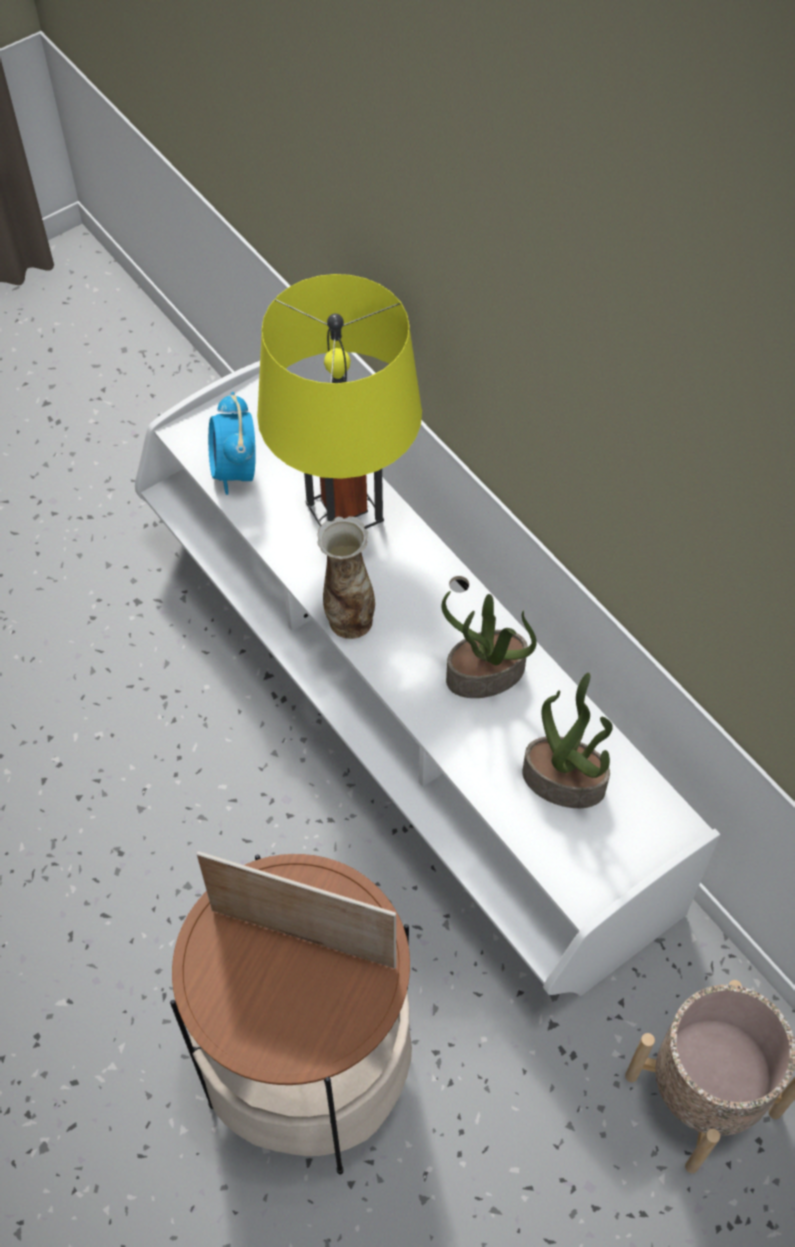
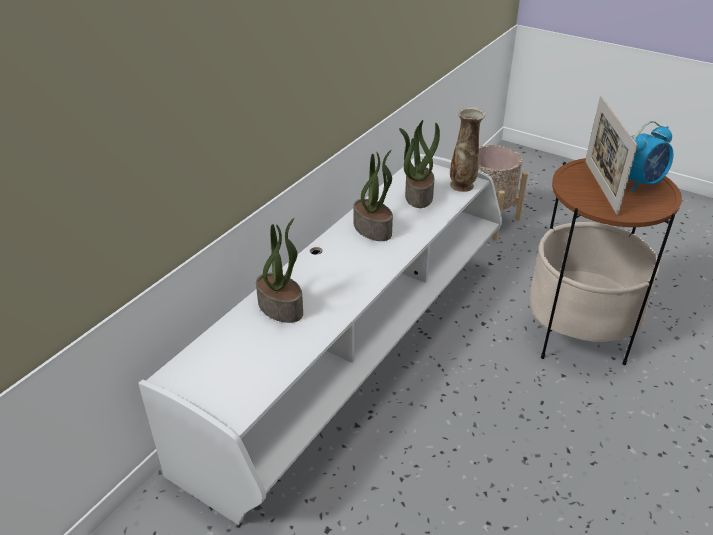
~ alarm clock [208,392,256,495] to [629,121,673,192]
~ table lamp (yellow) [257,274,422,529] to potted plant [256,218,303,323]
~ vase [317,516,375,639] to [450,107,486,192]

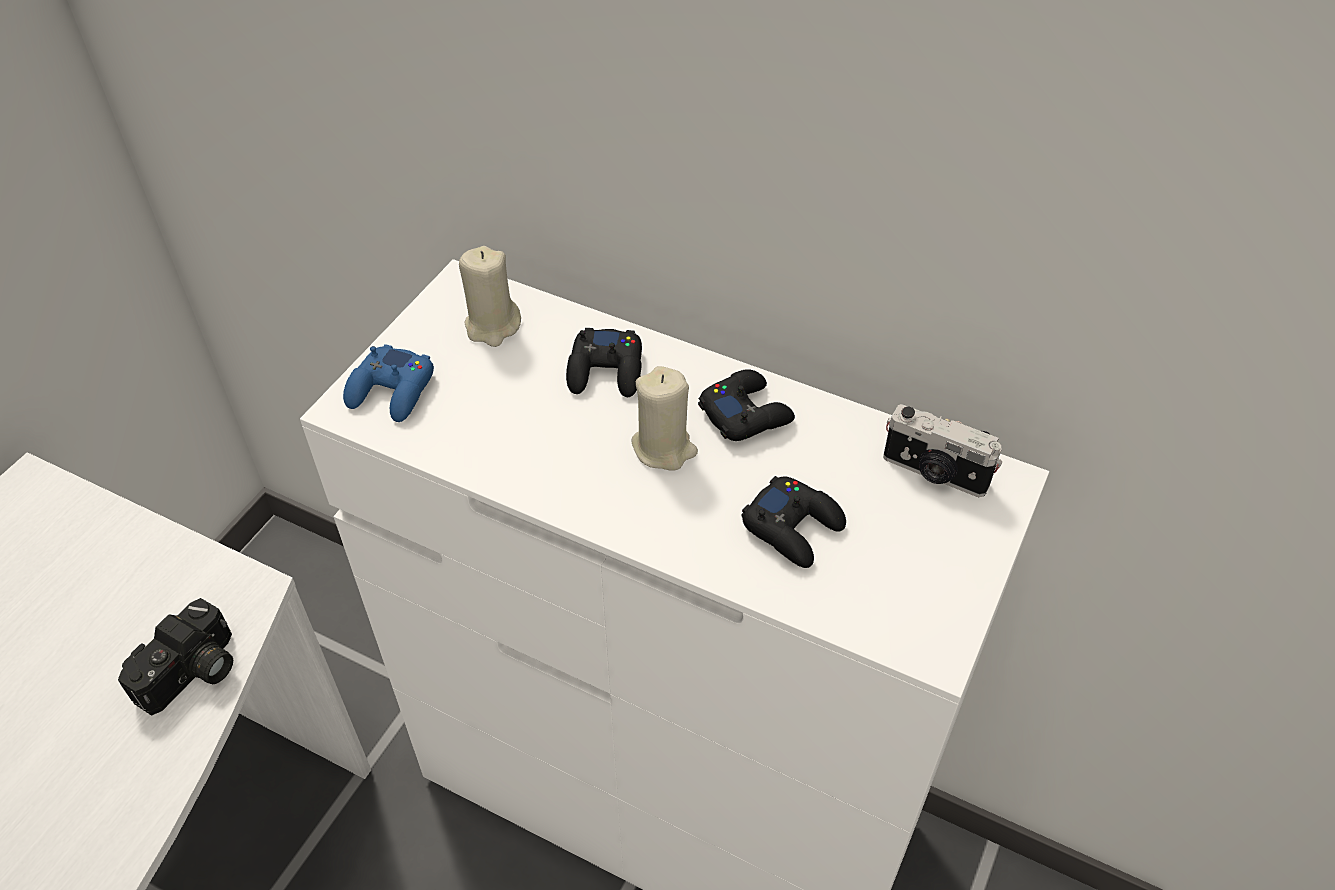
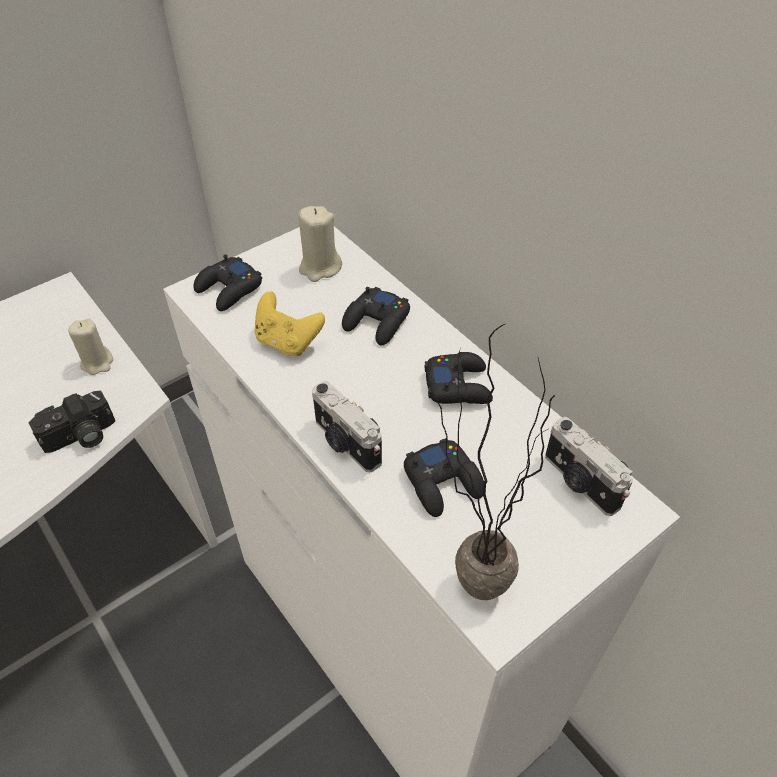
~ game controller (blue) [343,344,434,422] to game controller (black) [193,254,262,311]
~ candle (beige) [632,366,698,471] to [68,318,113,375]
+ game controller (yellow) [255,291,325,356]
+ photo camera [312,381,382,472]
+ potted plant [427,324,555,600]

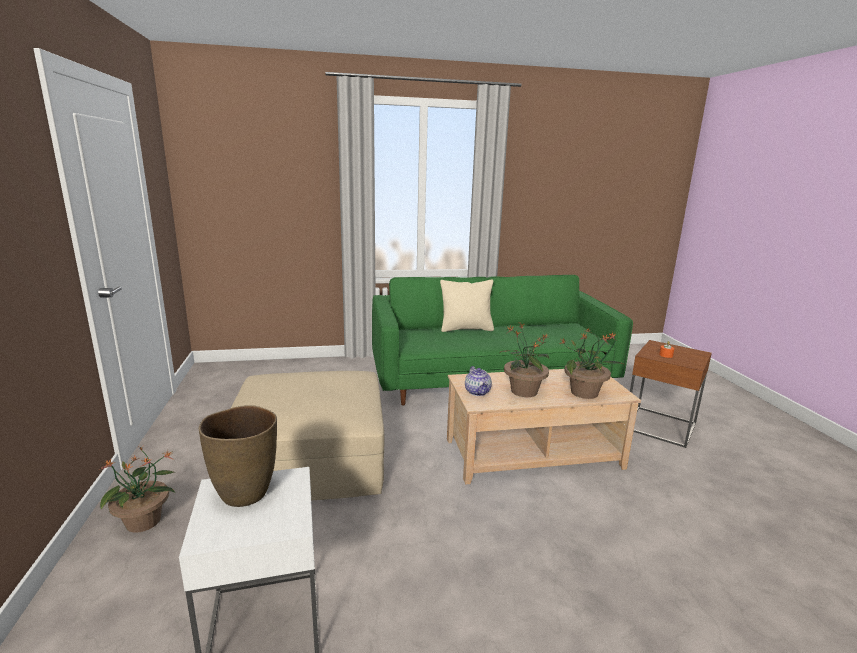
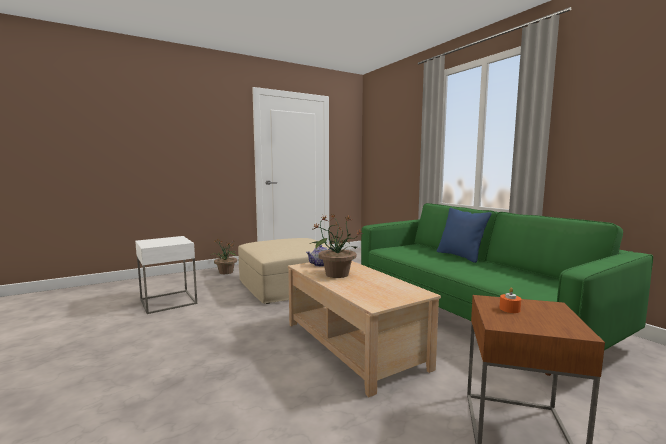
- vase (brown) [199,405,277,507]
~ pillow (beige) [440,279,494,332] to pillow (blue) [437,208,491,263]
- potted plant [559,329,624,399]

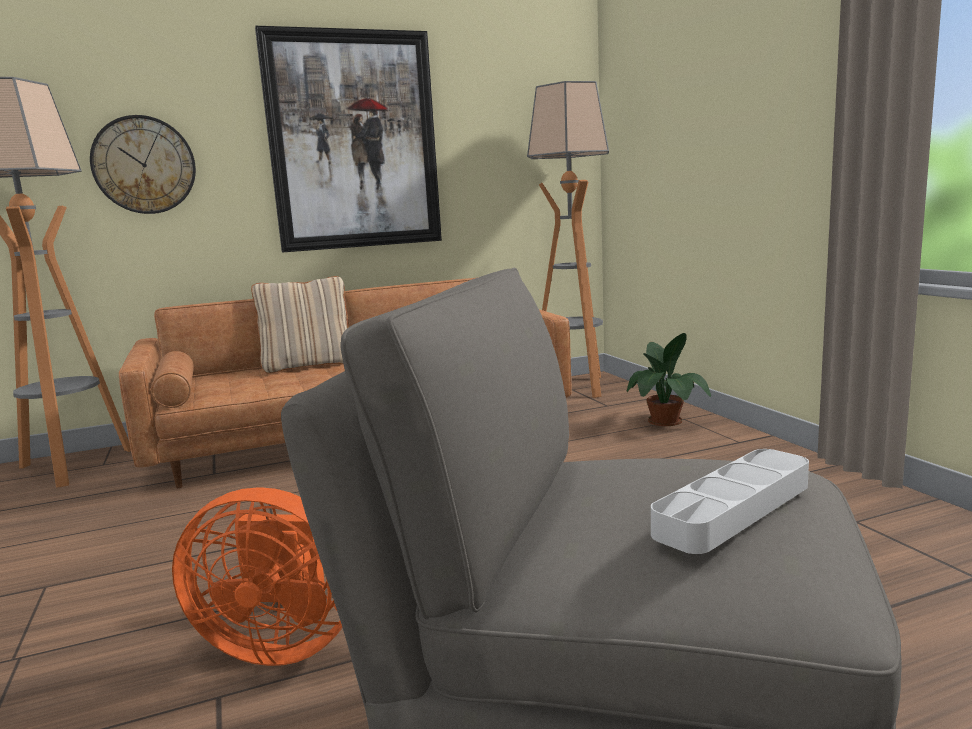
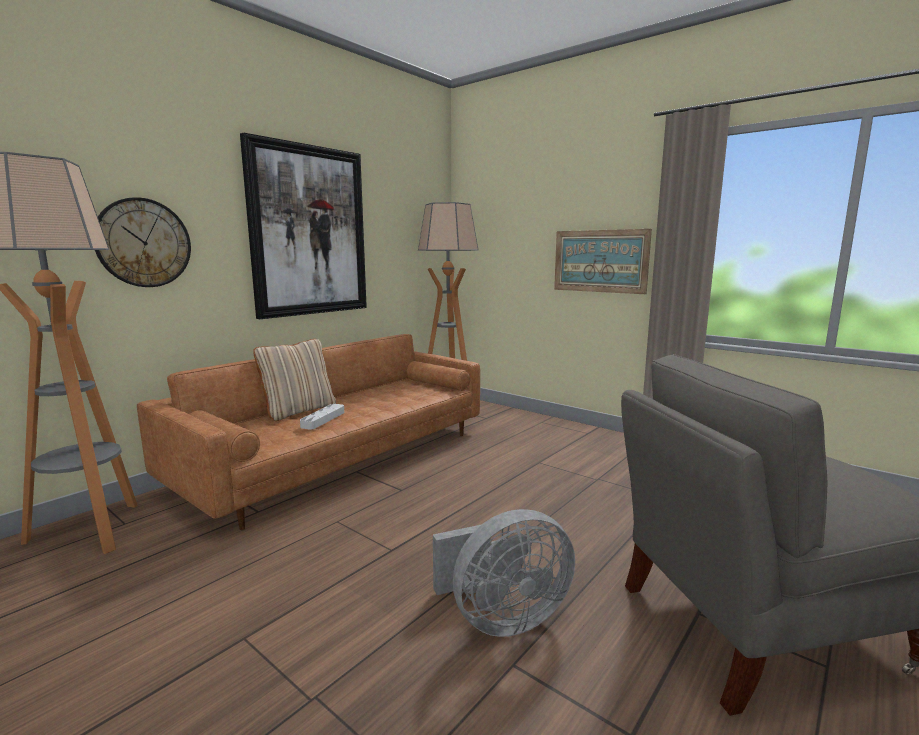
~ fan (orange) [172,487,342,666] to fan (grey) [433,509,575,637]
- potted plant [627,333,711,426]
~ tray (grey) [651,449,809,554] to [300,404,344,430]
+ picture [554,229,652,294]

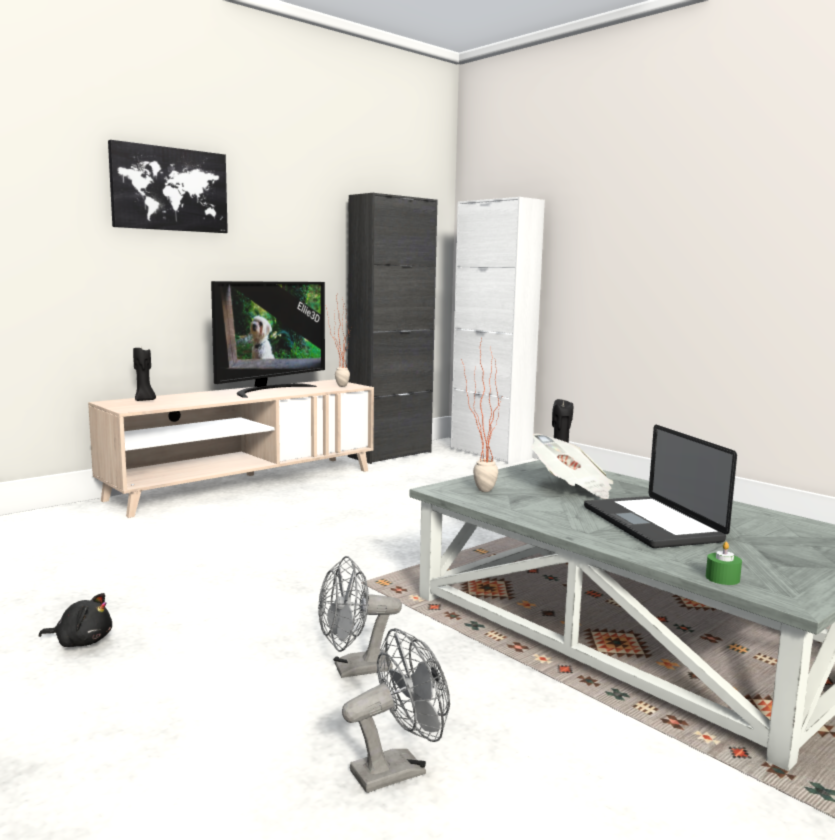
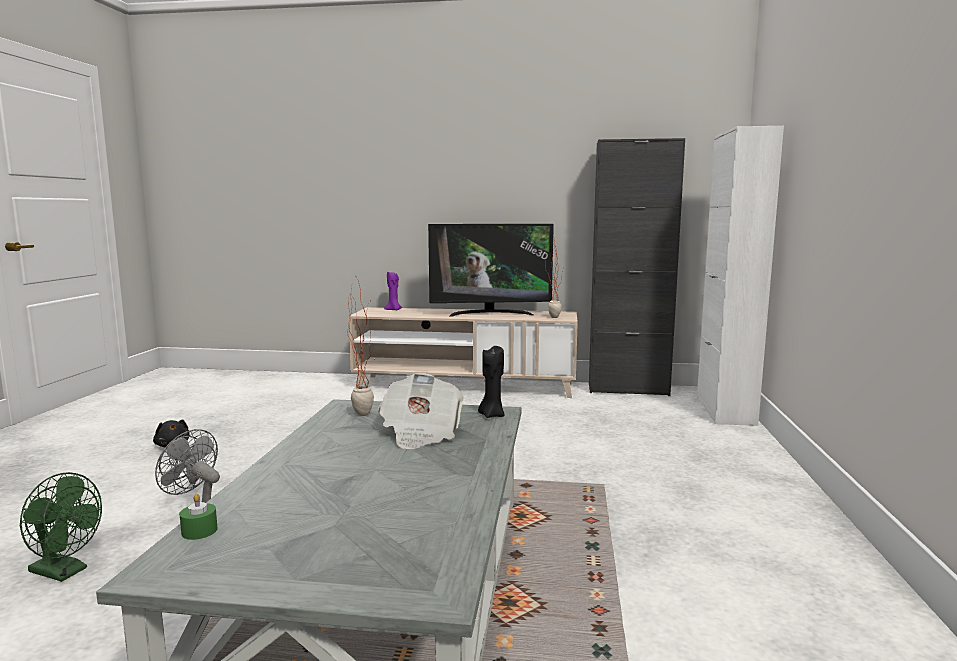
- picture [108,140,228,233]
~ candle (black) [133,348,156,401] to candle (purple) [384,272,402,310]
~ fan (grey) [342,628,450,793] to fan (green) [20,472,102,582]
- laptop [584,425,737,548]

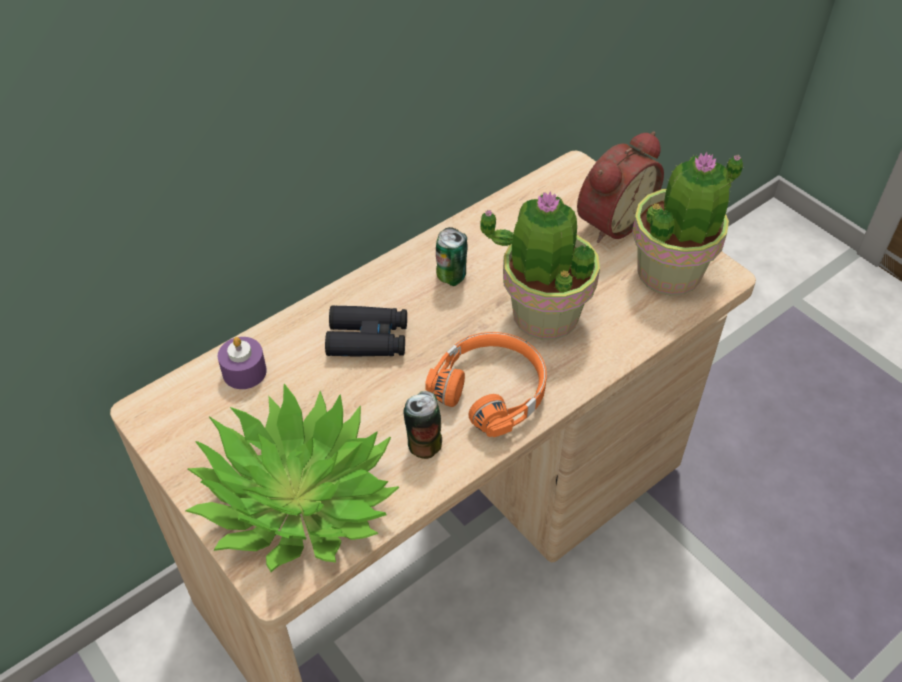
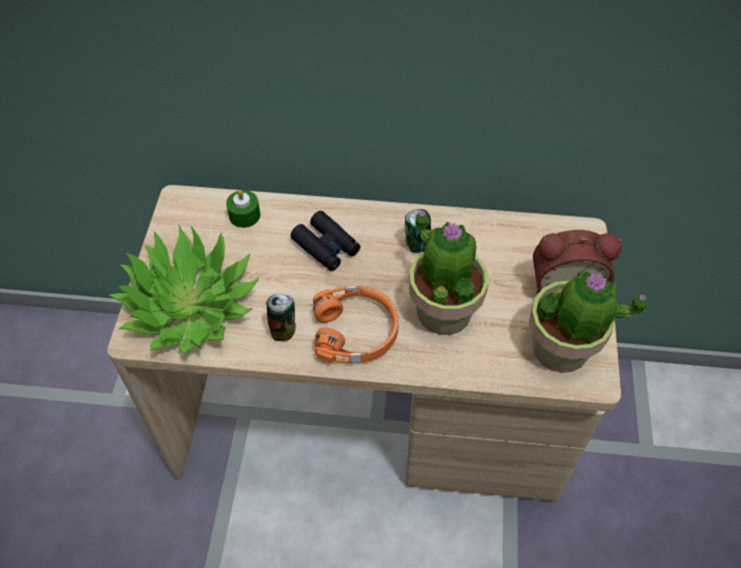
~ candle (purple) [217,337,267,389] to candle (green) [226,190,260,228]

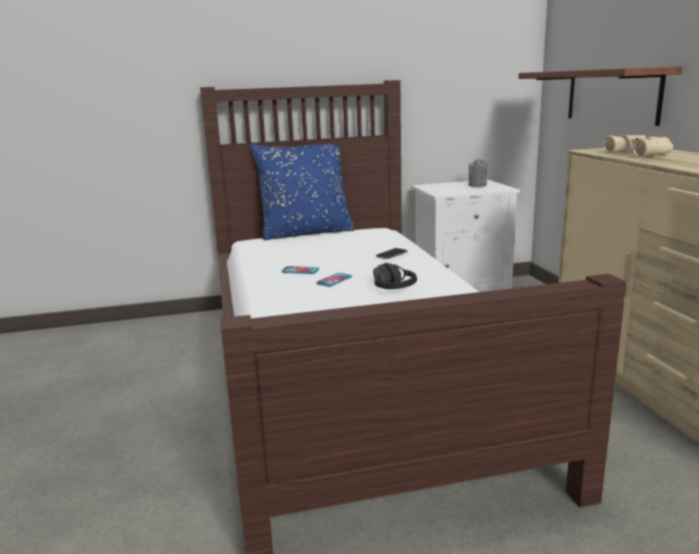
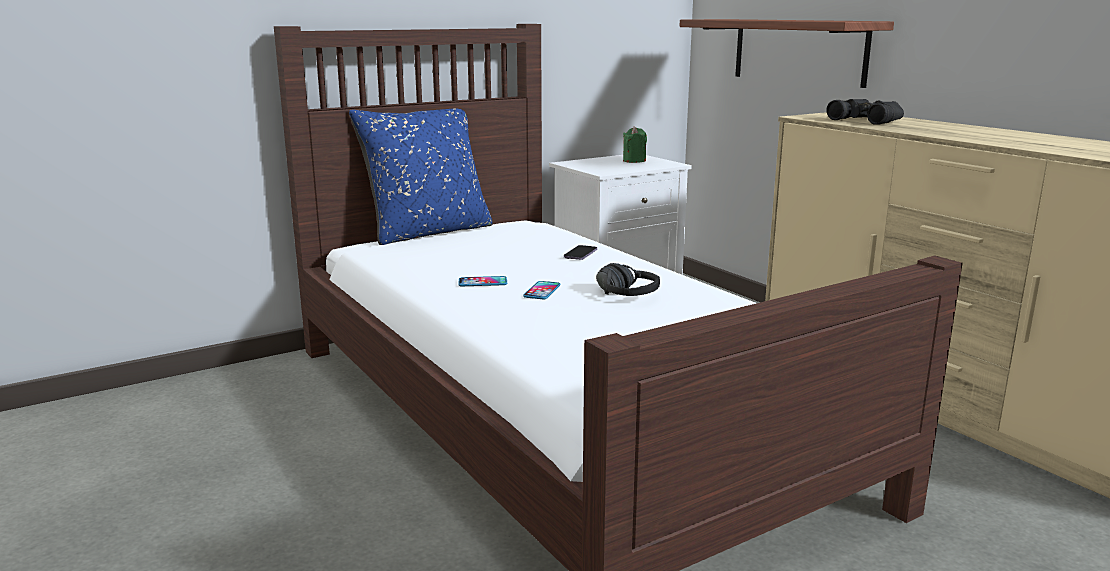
~ candle (grey) [469,158,488,187] to candle (green) [623,126,647,163]
~ binoculars (beige) [603,135,673,157] to binoculars (black) [826,99,904,125]

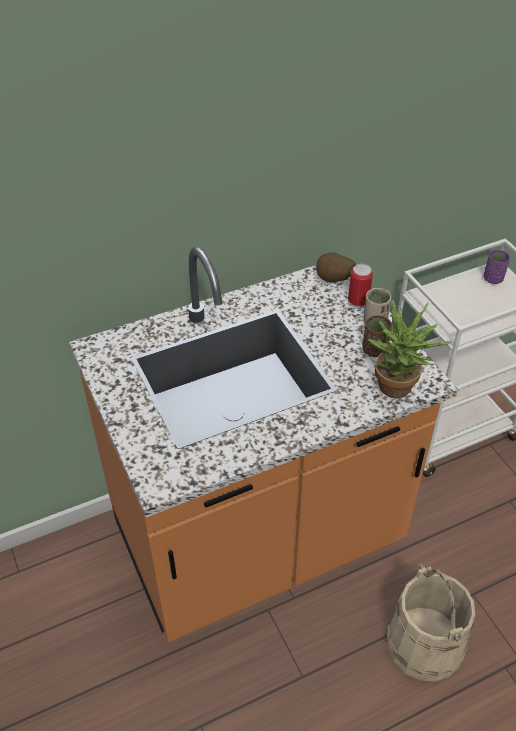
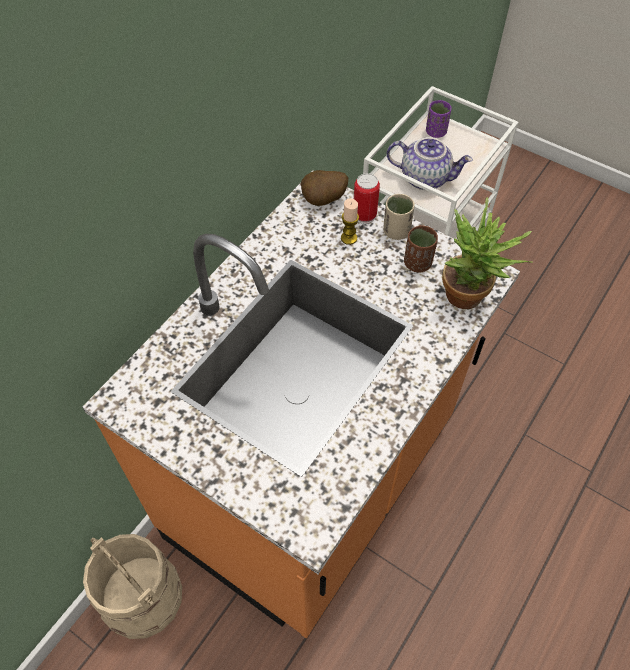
~ bucket (beige) [387,564,475,682] to [83,534,182,639]
+ candle [341,198,359,245]
+ teapot [387,137,473,190]

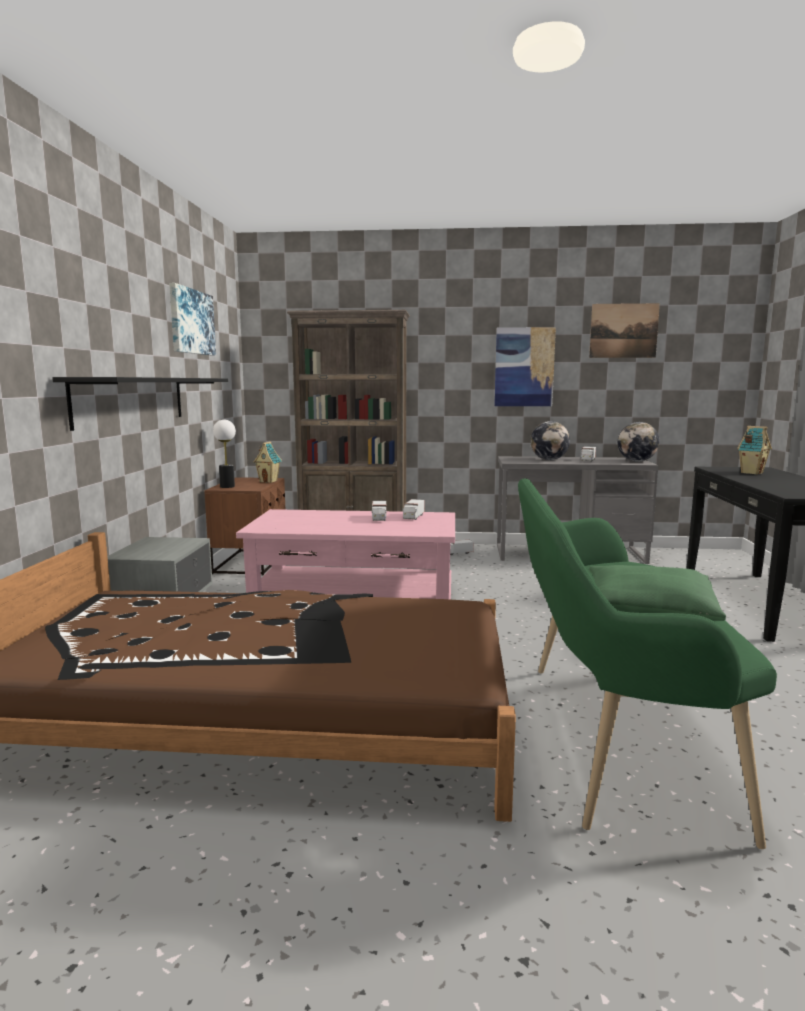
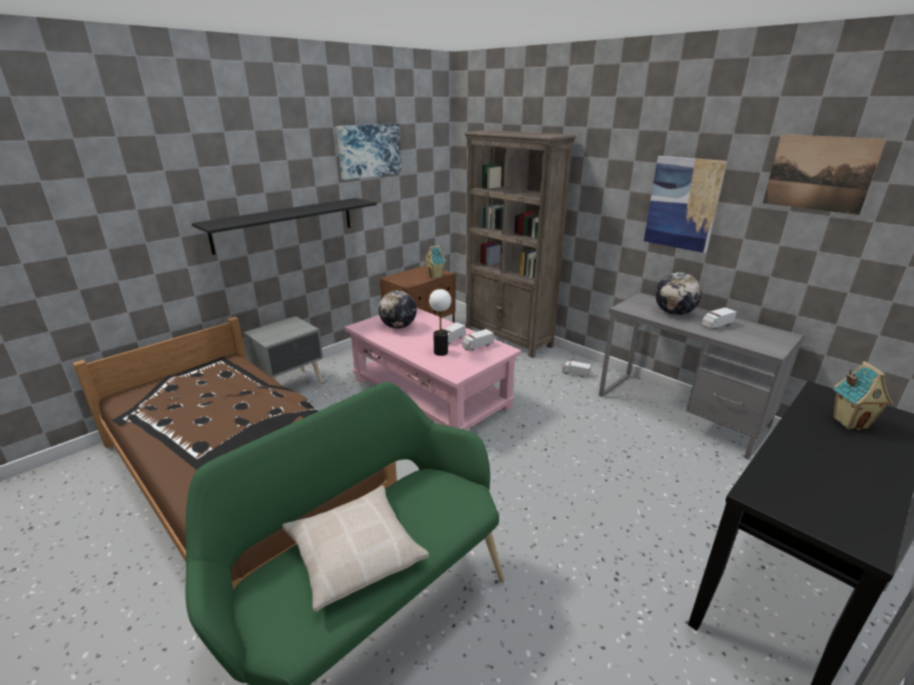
~ table lamp [213,419,236,488] to [429,289,451,356]
~ pillow (green) [589,565,726,621] to pillow (beige) [282,485,429,612]
~ globe [618,422,660,462] to [378,291,417,329]

